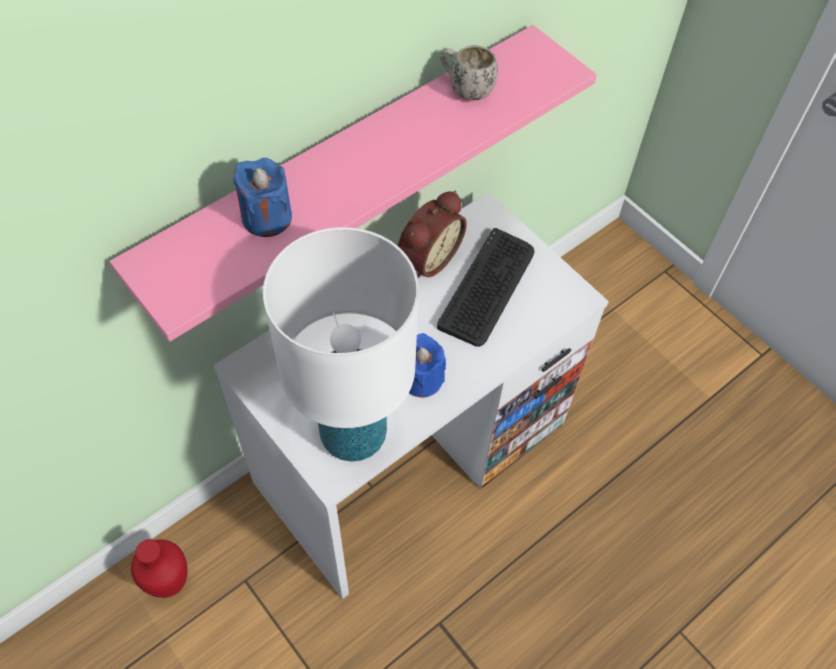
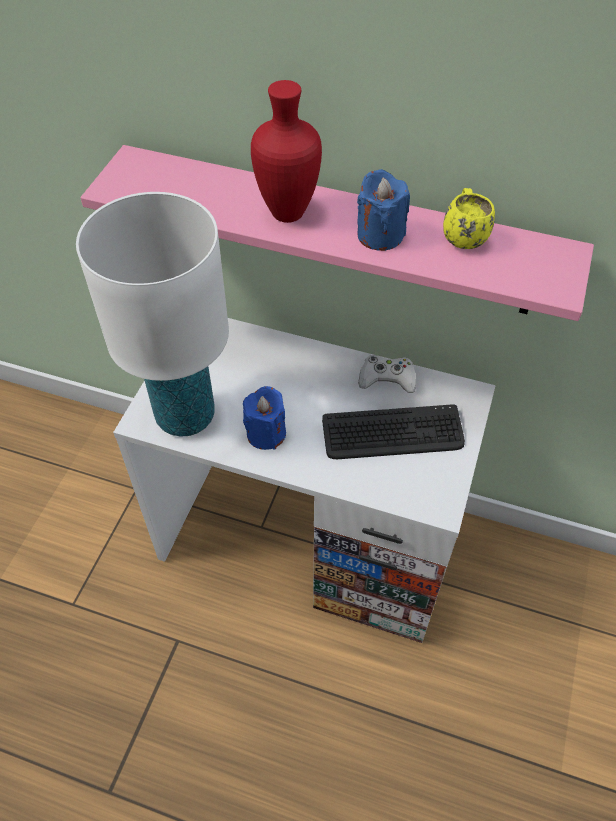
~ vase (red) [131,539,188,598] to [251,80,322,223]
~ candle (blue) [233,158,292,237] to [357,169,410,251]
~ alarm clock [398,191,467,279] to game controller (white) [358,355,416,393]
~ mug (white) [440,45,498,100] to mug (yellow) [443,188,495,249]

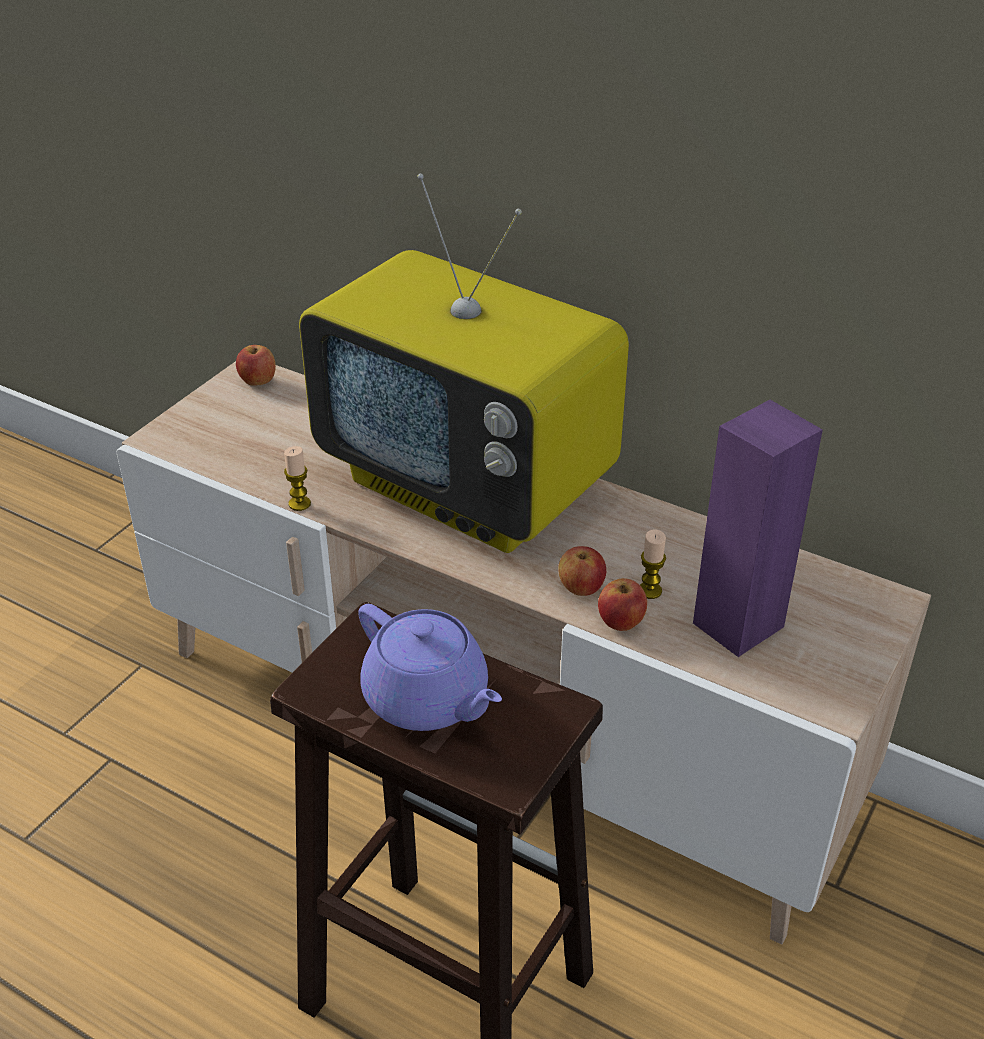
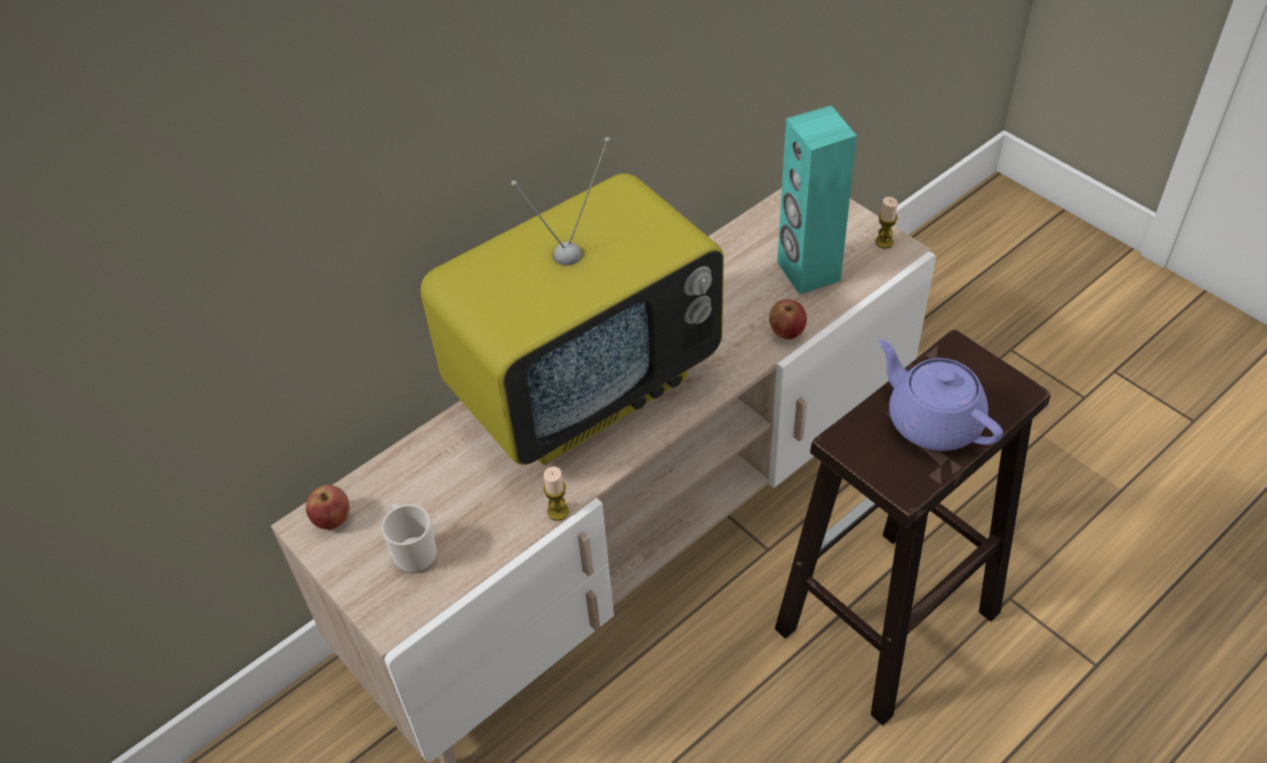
~ teapot (purple) [358,604,502,731] = [878,339,1003,451] 105 degrees counterclockwise
- apple [558,546,606,596]
~ candle [640,530,666,599] to [875,197,898,249]
~ speaker (purple) [693,400,823,657] to speaker (turquoise) [777,105,857,294]
+ mug [381,503,437,573]

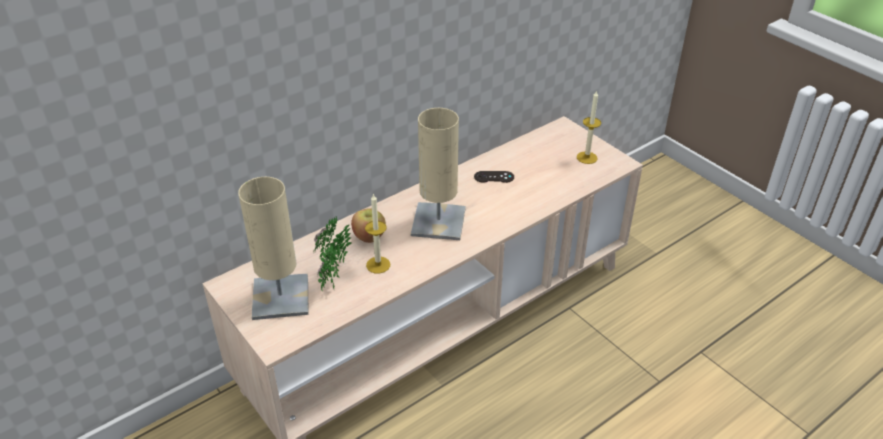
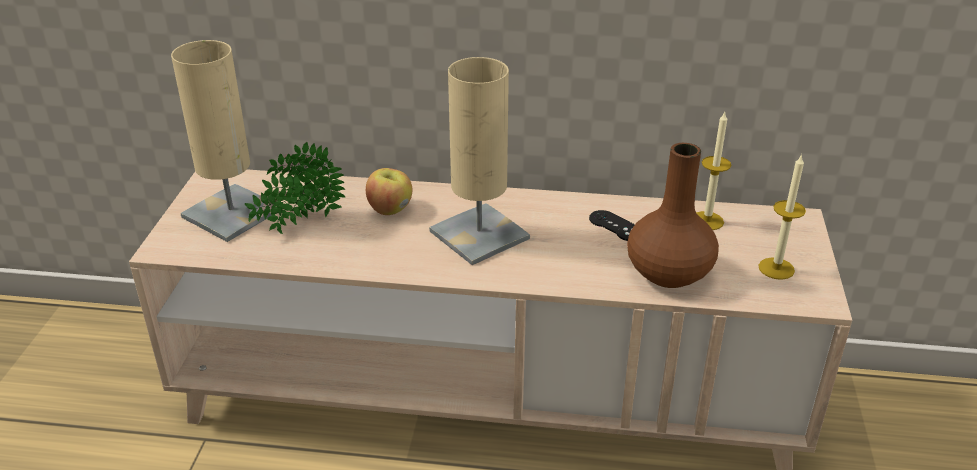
~ candle [365,193,390,273] to [696,112,731,230]
+ vase (brown) [627,143,719,288]

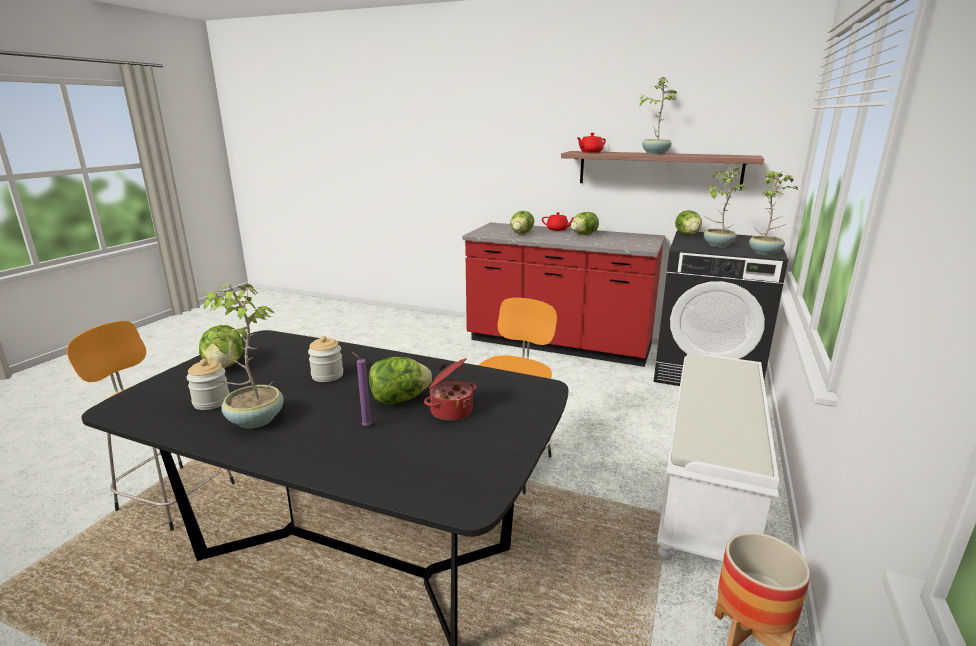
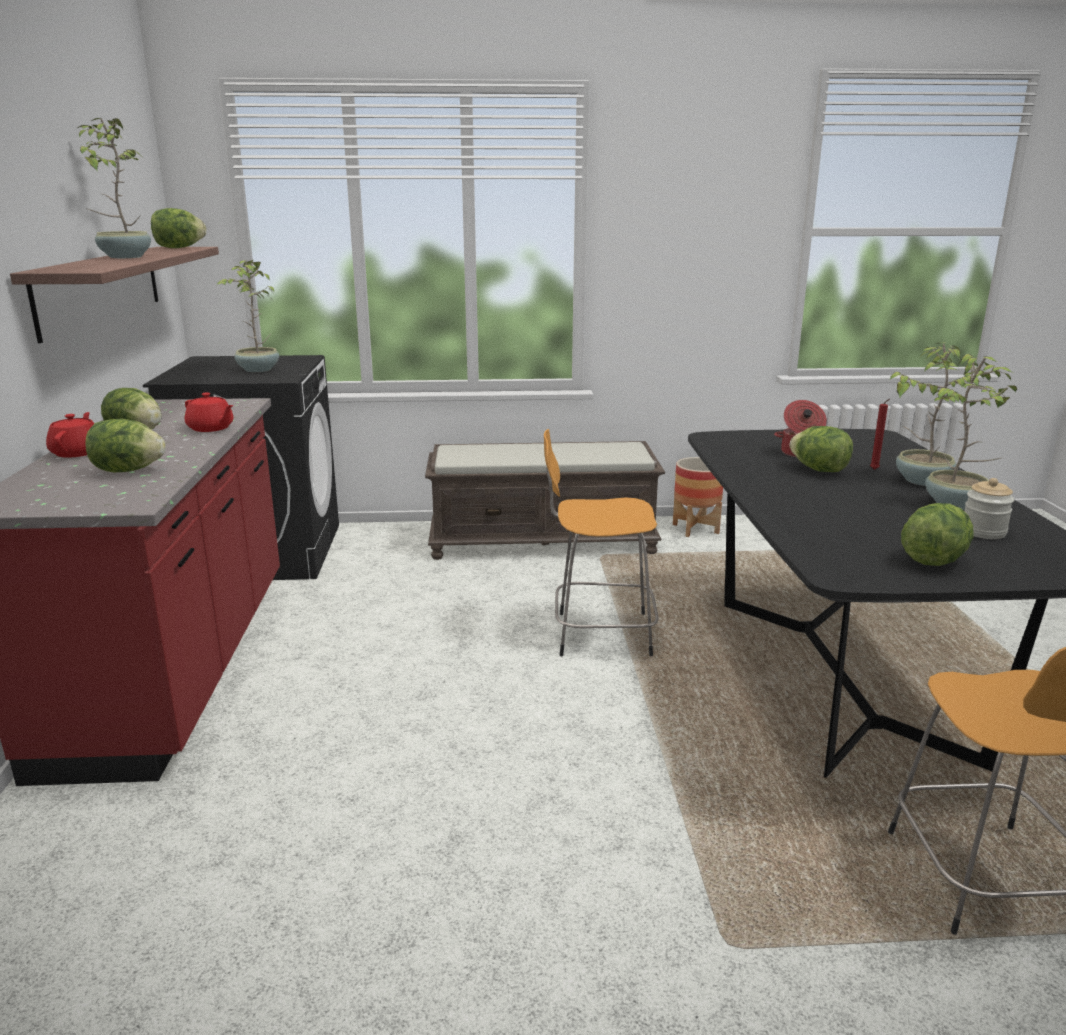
- jar [308,336,343,382]
~ candle (purple) [352,352,372,427] to candle (red) [870,399,890,470]
~ teapot (red) [576,133,606,153] to [185,392,233,432]
~ bench (white) [656,354,779,562] to bench (brown) [425,441,665,560]
~ lettuce [675,210,702,235] to [151,208,207,248]
~ potted plant [749,171,799,255] to [889,343,979,486]

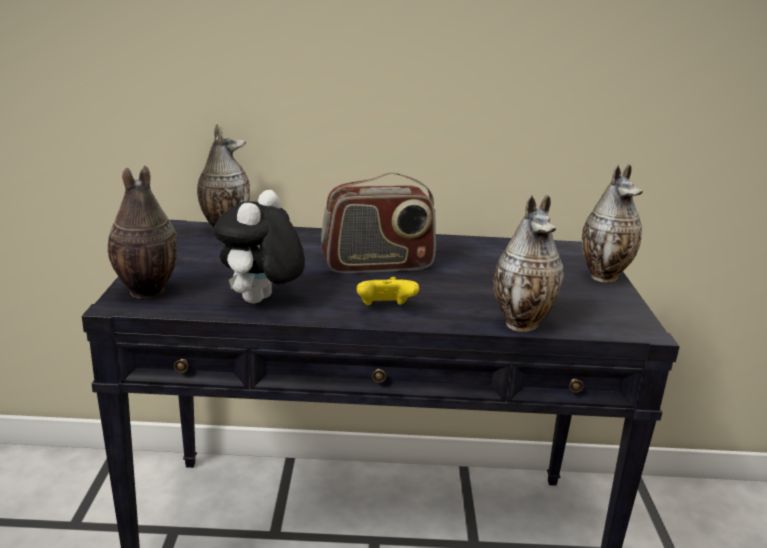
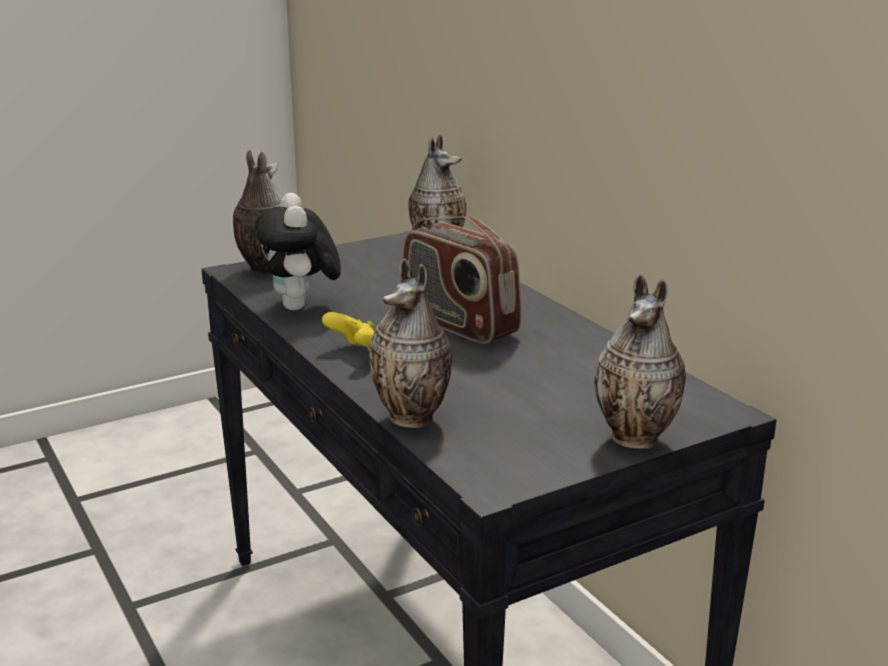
~ plush toy [214,190,305,304] = [255,193,341,310] 90 degrees counterclockwise

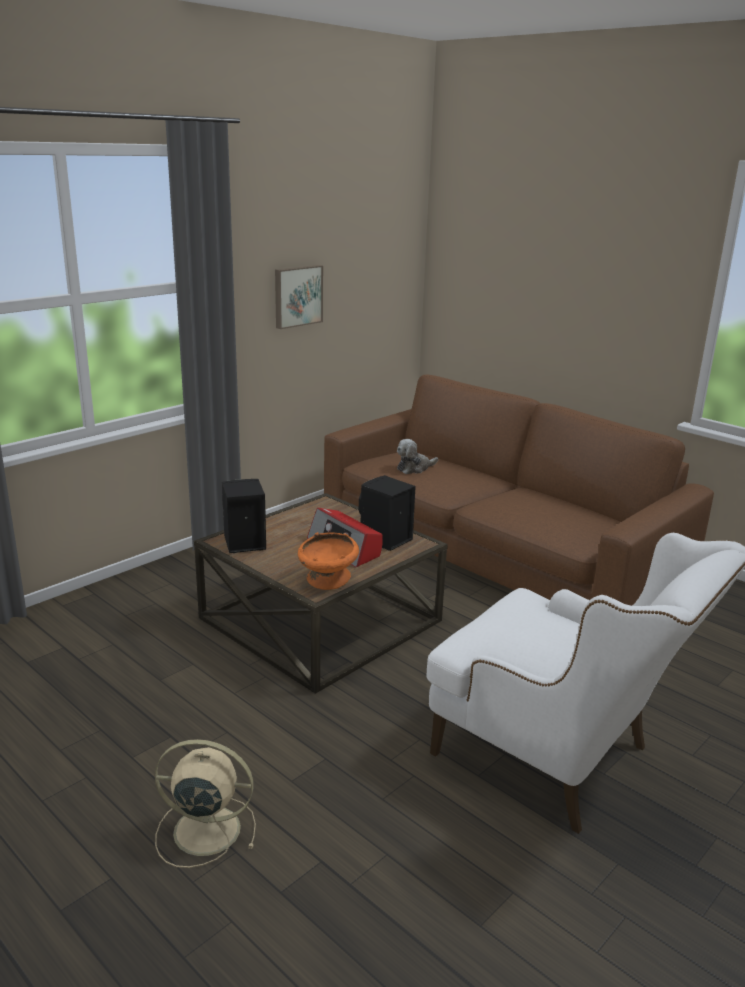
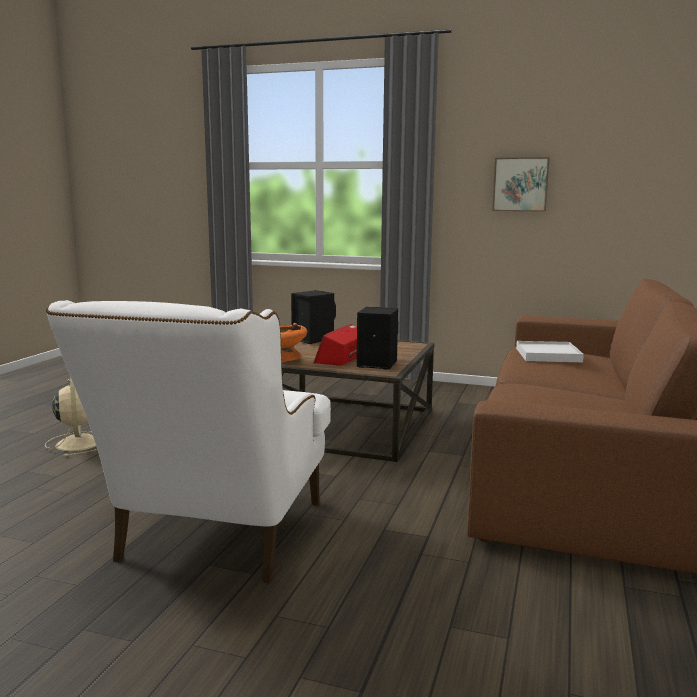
~ plush toy [397,439,438,474] to tray (white) [516,341,584,362]

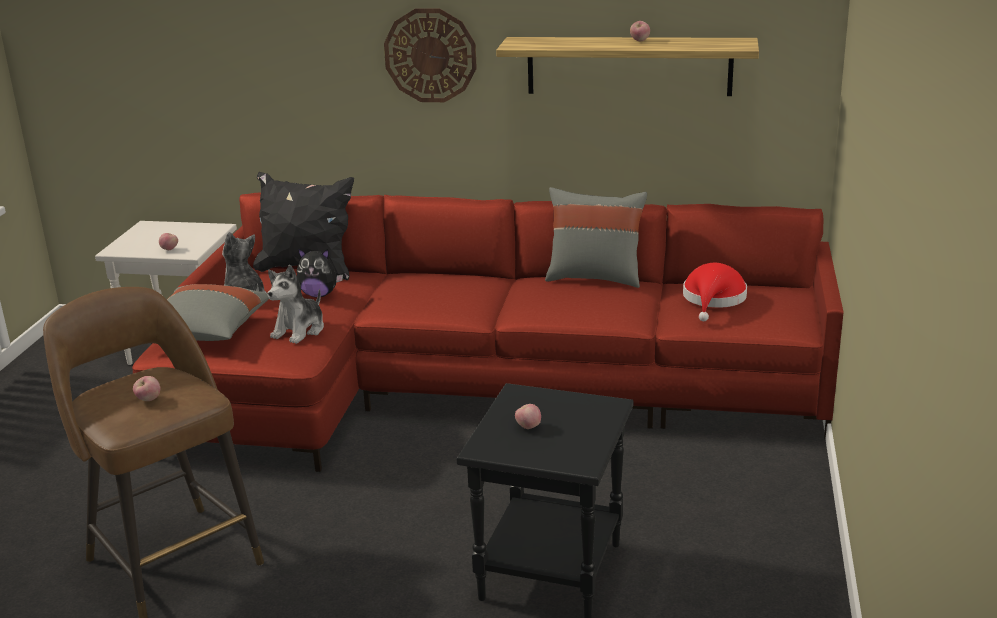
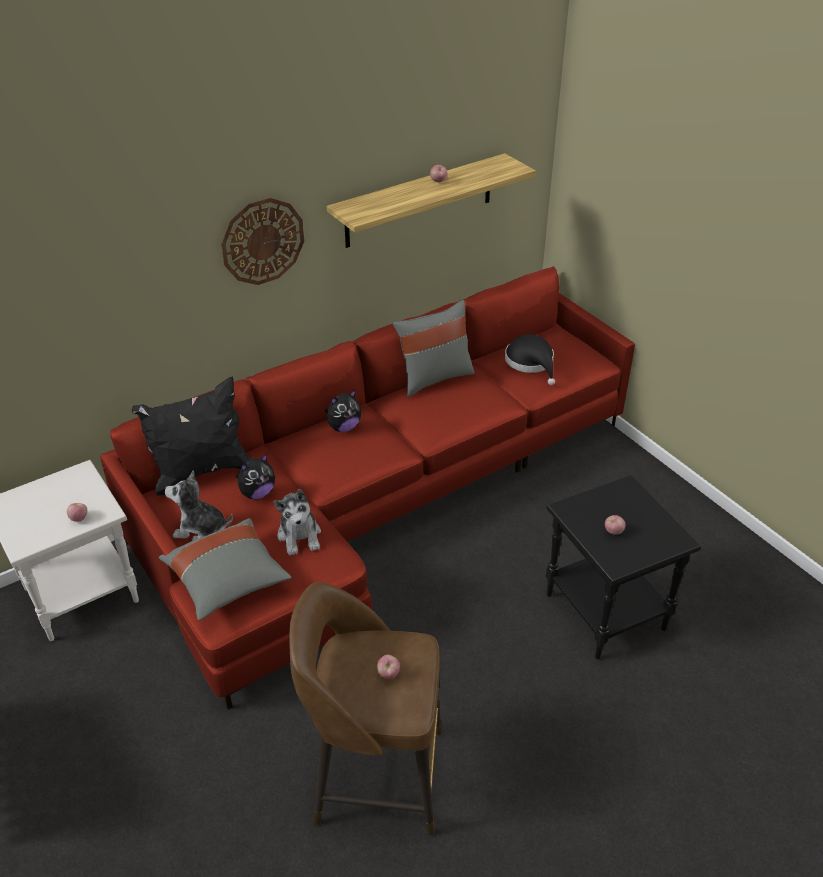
~ hat (red) [683,263,747,321] to hat (black) [505,334,555,385]
+ plush toy [325,390,361,432]

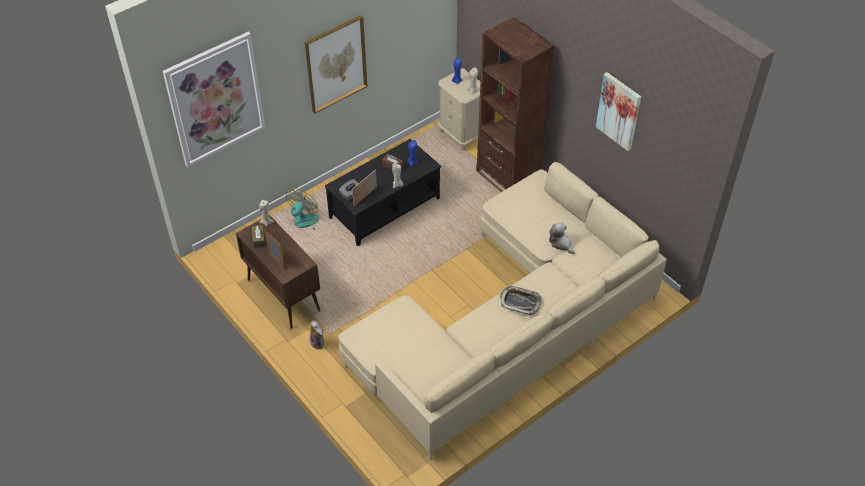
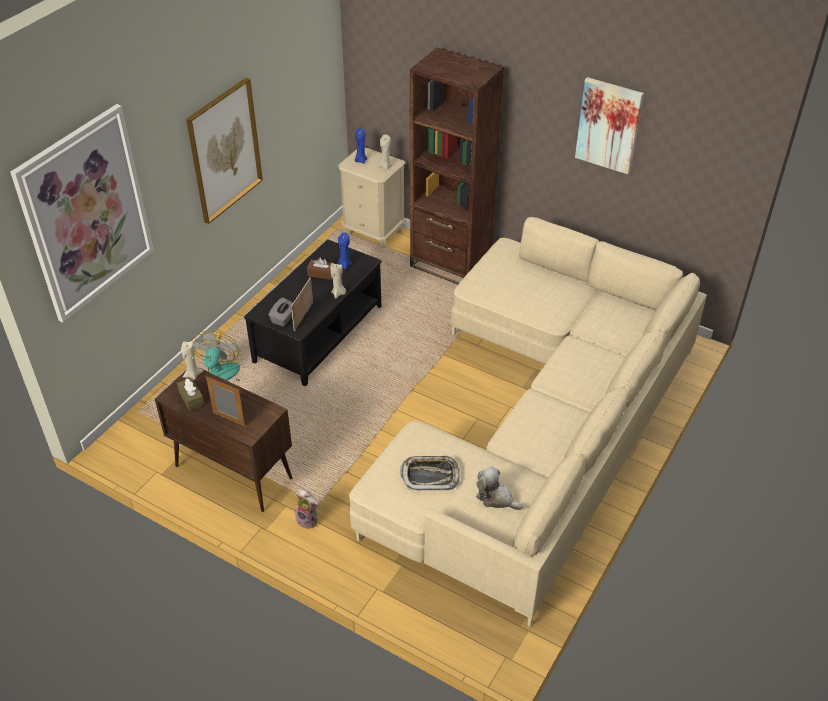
~ tray [500,286,542,315] to [400,456,460,490]
~ plush toy [549,222,575,254] to [476,466,523,510]

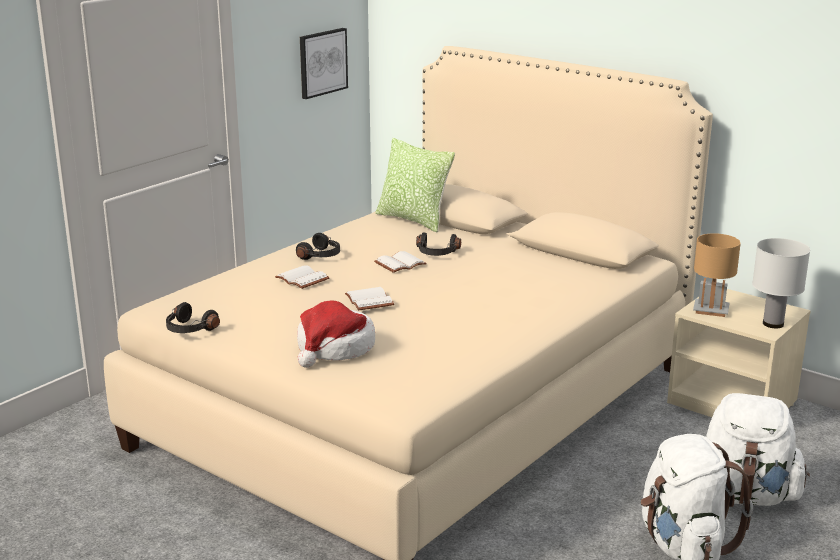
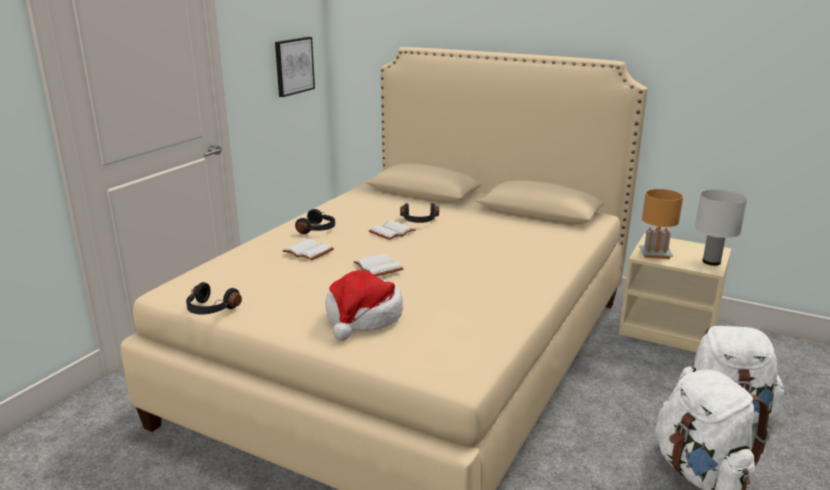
- pillow [375,138,455,233]

